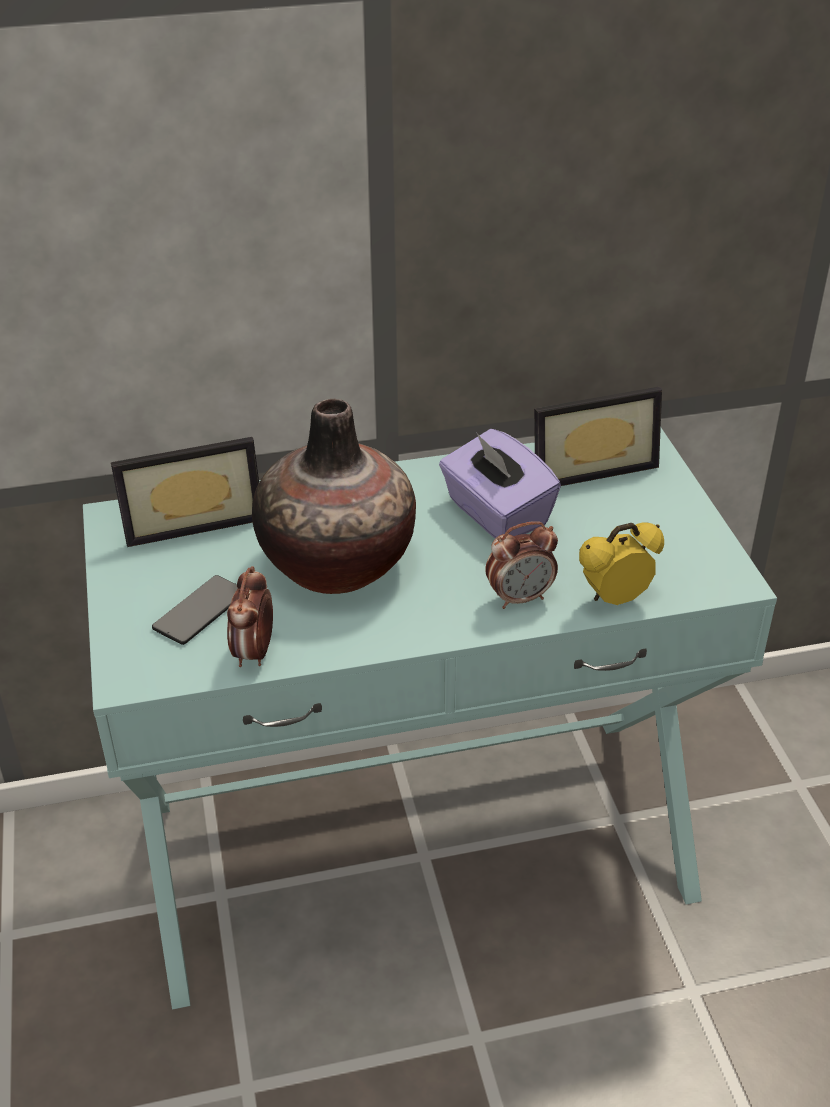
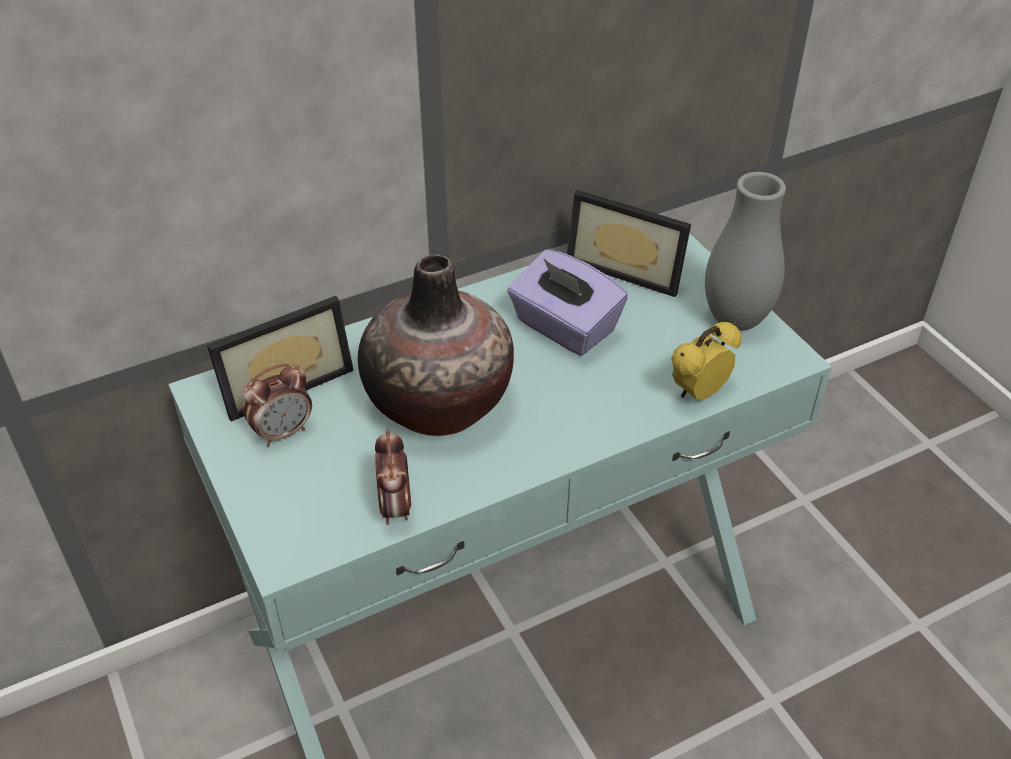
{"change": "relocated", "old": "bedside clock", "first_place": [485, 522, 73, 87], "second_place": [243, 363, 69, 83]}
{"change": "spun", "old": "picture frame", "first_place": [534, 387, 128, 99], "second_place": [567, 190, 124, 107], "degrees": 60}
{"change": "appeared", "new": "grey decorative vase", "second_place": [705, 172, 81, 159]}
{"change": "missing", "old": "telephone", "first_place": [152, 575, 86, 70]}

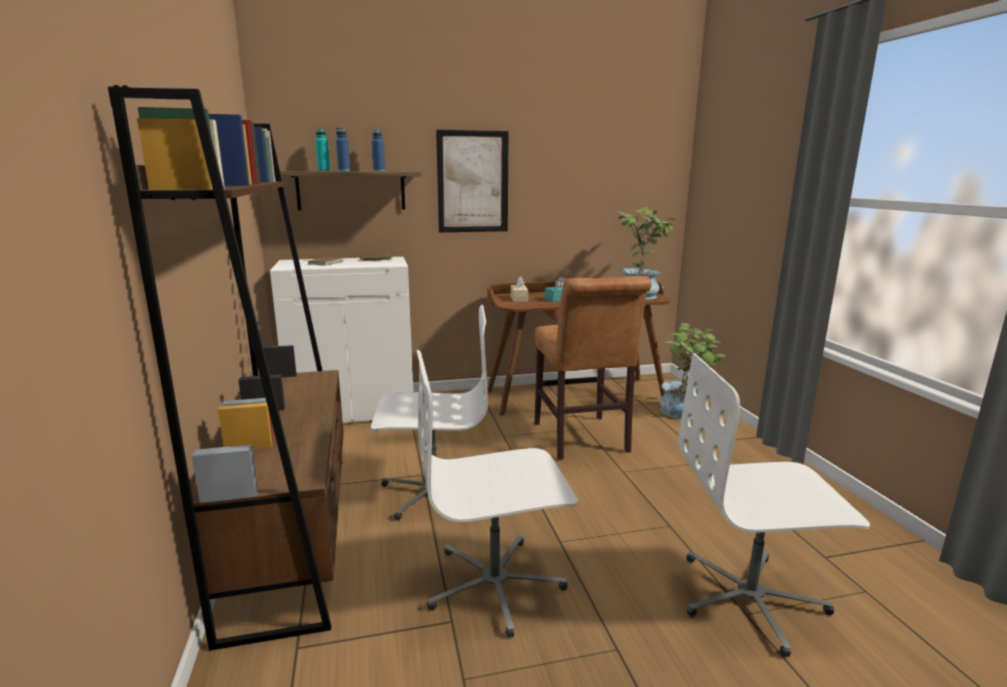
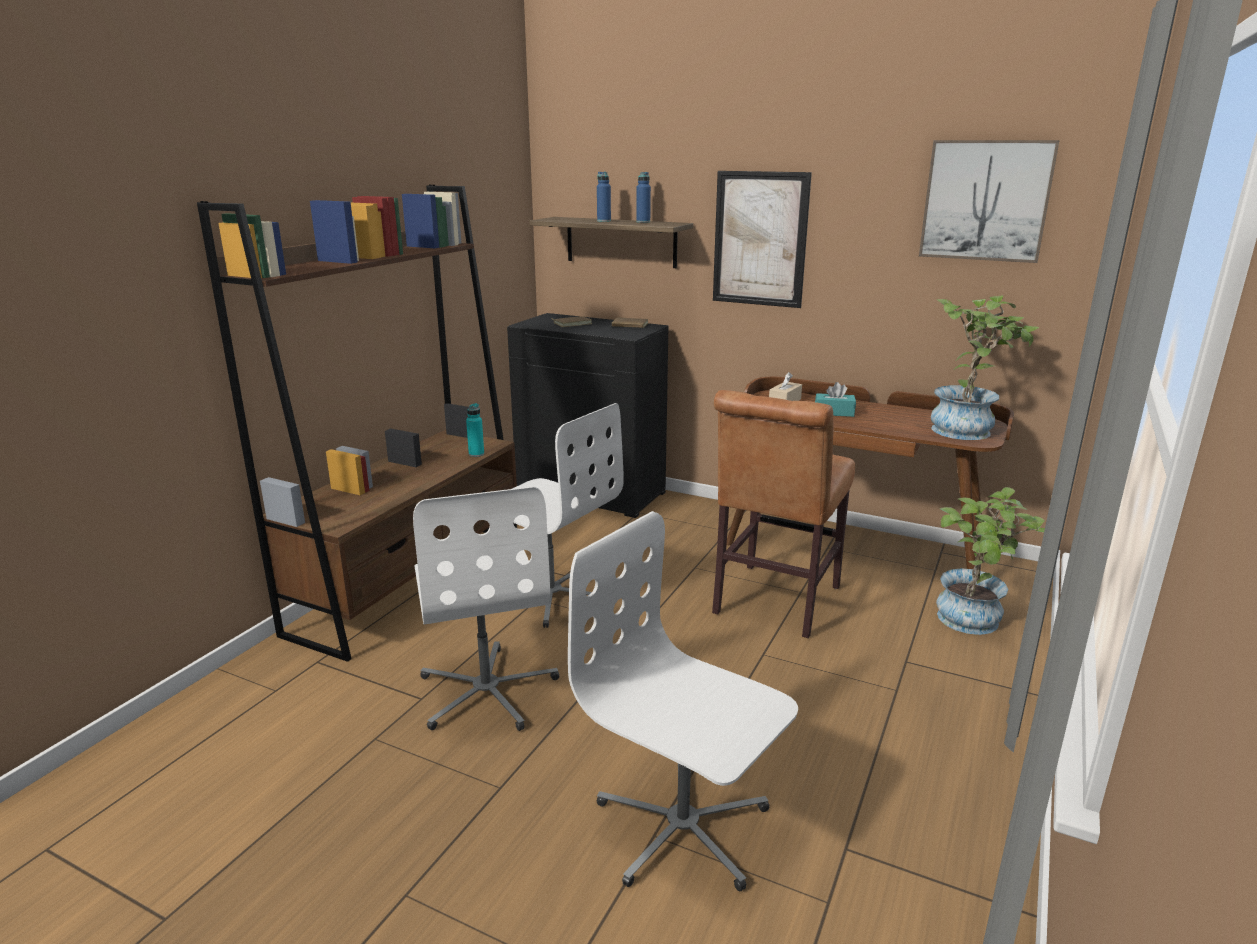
{"change": "spun", "old": "white computer chair", "first_place": [417, 350, 161, 288], "second_place": [413, 486, 146, 245], "degrees": -135}
{"change": "relocated", "old": "blue-green bottle", "first_place": [315, 128, 15, 43], "second_place": [466, 403, 18, 54]}
{"change": "colour", "old": "white cabinet", "new": "black cabinet", "first_place": [270, 257, 143, 166], "second_place": [507, 313, 161, 205]}
{"change": "appeared", "new": "wall picture", "second_place": [919, 140, 140, 123]}

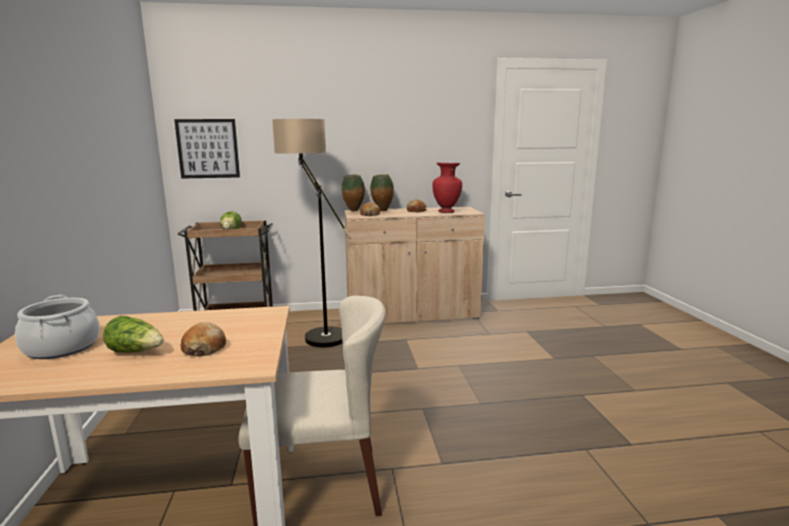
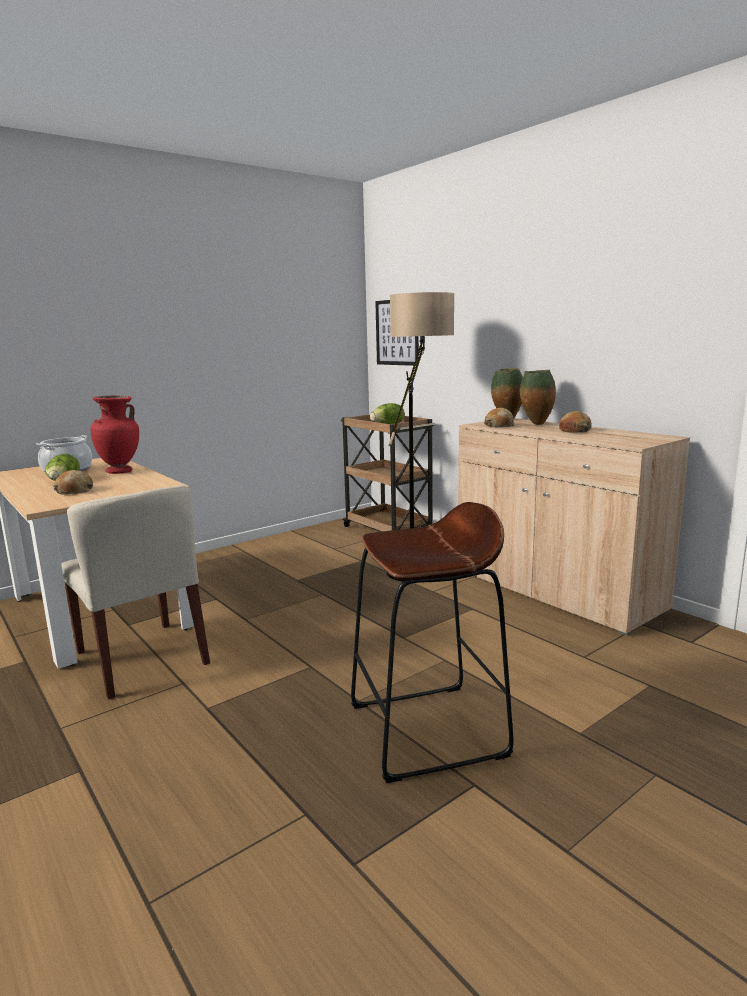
{"change": "relocated", "old": "red-coloured decorative vase", "first_place": [433, 163, 29, 50], "second_place": [91, 395, 48, 79]}
{"change": "appeared", "new": "brown stool", "second_place": [351, 502, 163, 281]}

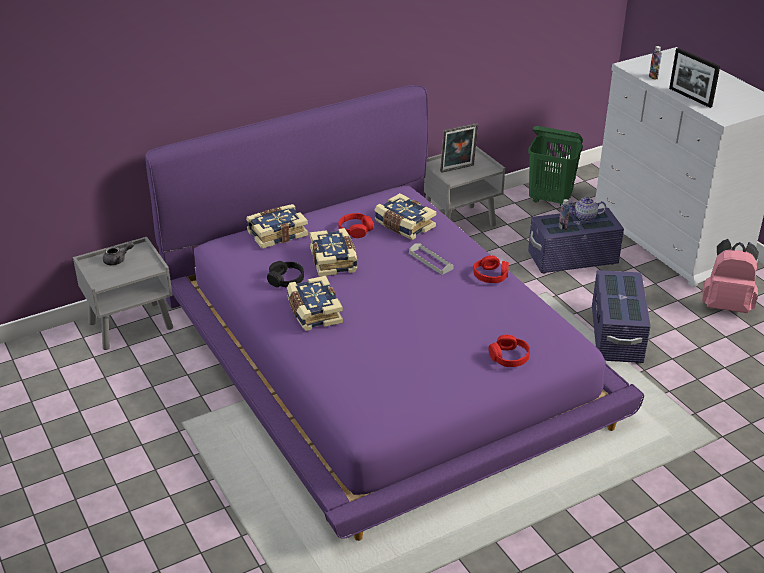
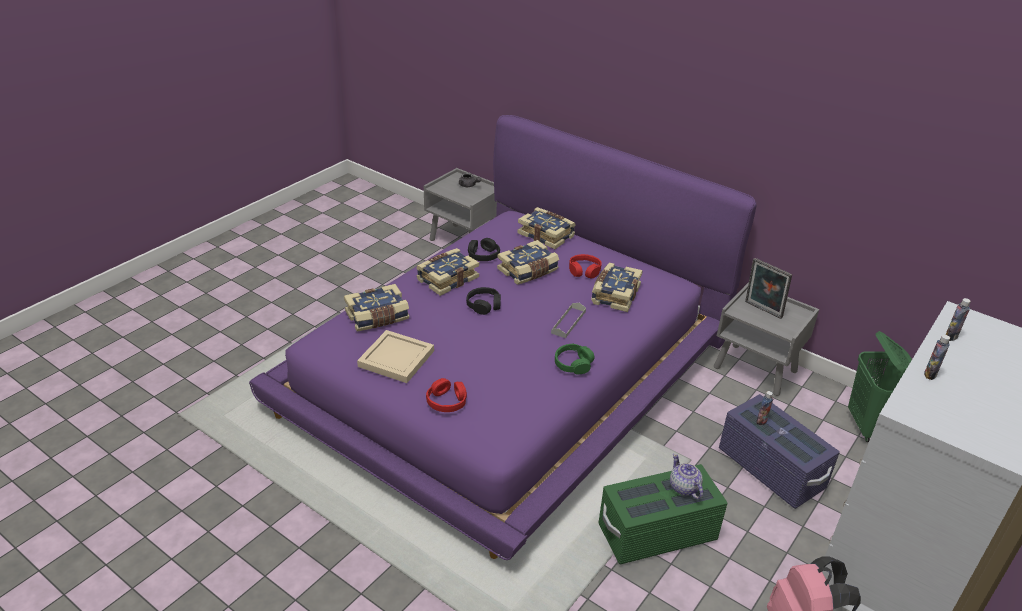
{"change": "appeared", "new": "book", "second_place": [344, 284, 65, 48]}
{"change": "appeared", "new": "sand-coloured serving tray", "second_place": [357, 330, 77, 53]}
{"change": "appeared", "new": "black headphones", "second_place": [466, 287, 35, 28]}
{"change": "colour", "old": "red-coloured headphones", "new": "green-coloured headphones", "first_place": [473, 255, 36, 28], "second_place": [555, 344, 39, 30]}
{"change": "colour", "old": "purple storage box", "new": "green-coloured storage box", "first_place": [592, 270, 59, 93], "second_place": [598, 464, 129, 100]}
{"change": "relocated", "old": "tea pot", "first_place": [568, 197, 38, 25], "second_place": [670, 454, 33, 45]}
{"change": "exchanged", "old": "picture frame", "new": "bottle", "first_place": [669, 48, 51, 60], "second_place": [924, 335, 26, 45]}

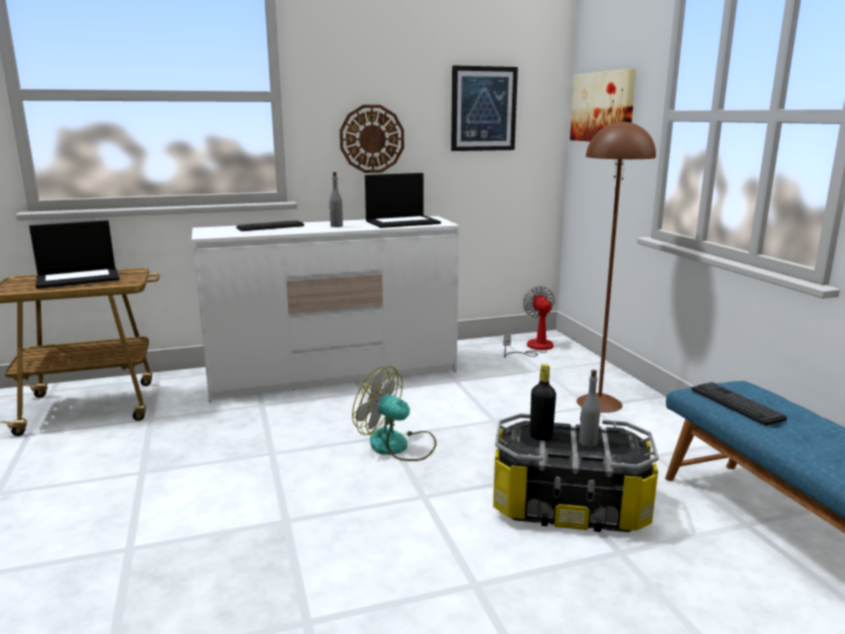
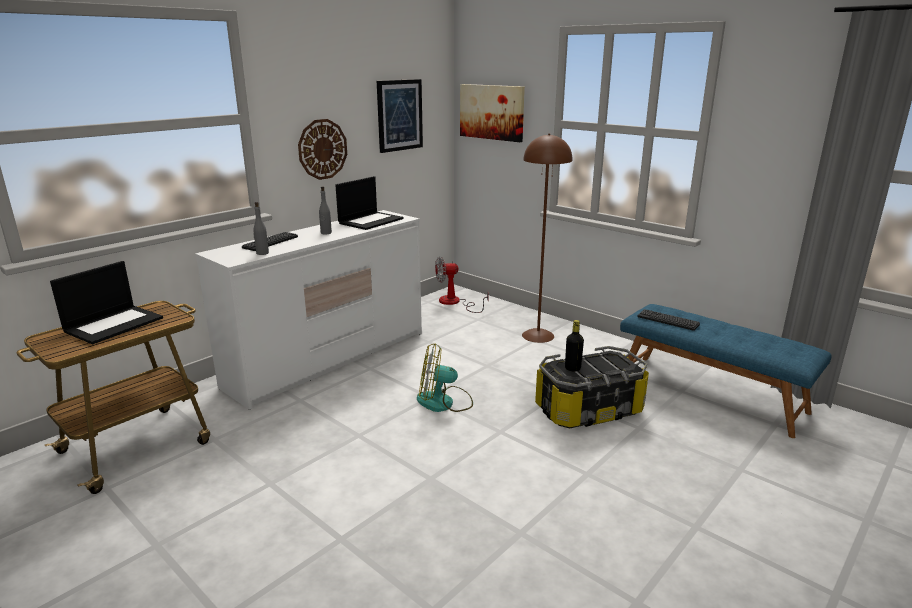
{"change": "relocated", "old": "grey bottle", "first_place": [579, 370, 21, 77], "second_place": [253, 202, 16, 53]}
{"change": "spun", "old": "fan", "first_place": [503, 286, 52, 72], "second_place": [435, 257, 54, 56], "degrees": -60}

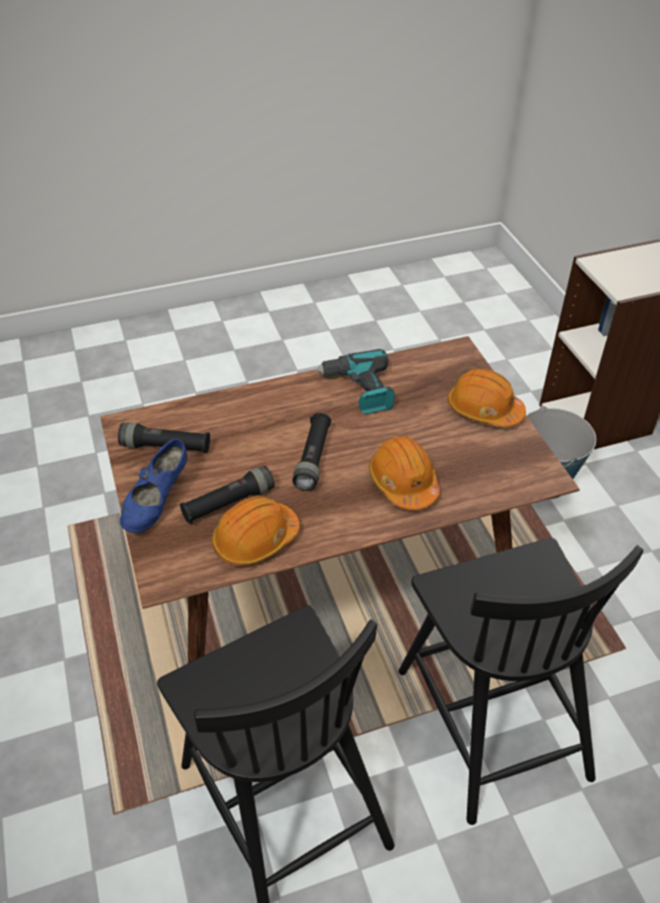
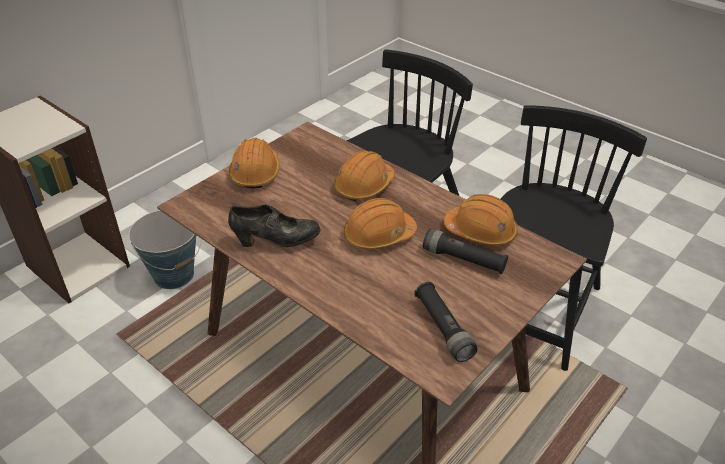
{"change": "exchanged", "old": "power drill", "new": "black item of footwear", "first_place": [314, 349, 81, 65], "second_place": [228, 205, 92, 42]}
{"change": "exchanged", "old": "black flashlight", "new": "orange-coloured safety helmet", "first_place": [293, 413, 38, 78], "second_place": [343, 198, 74, 52]}
{"change": "missing", "old": "bluish item of footwear", "first_place": [120, 439, 68, 94]}

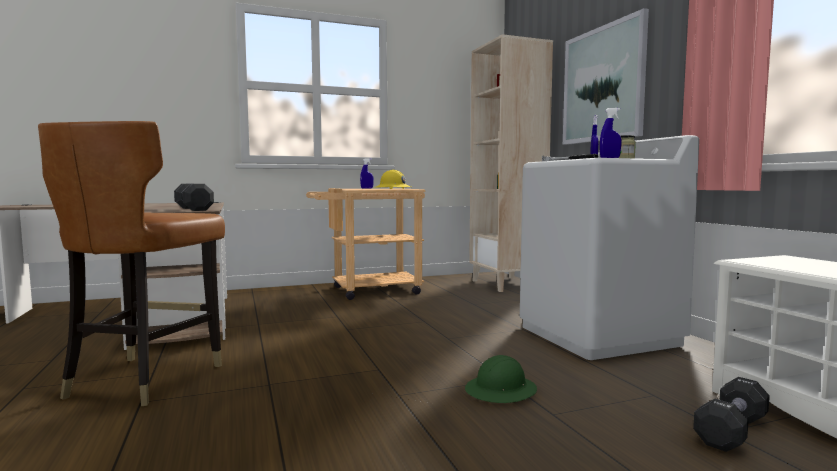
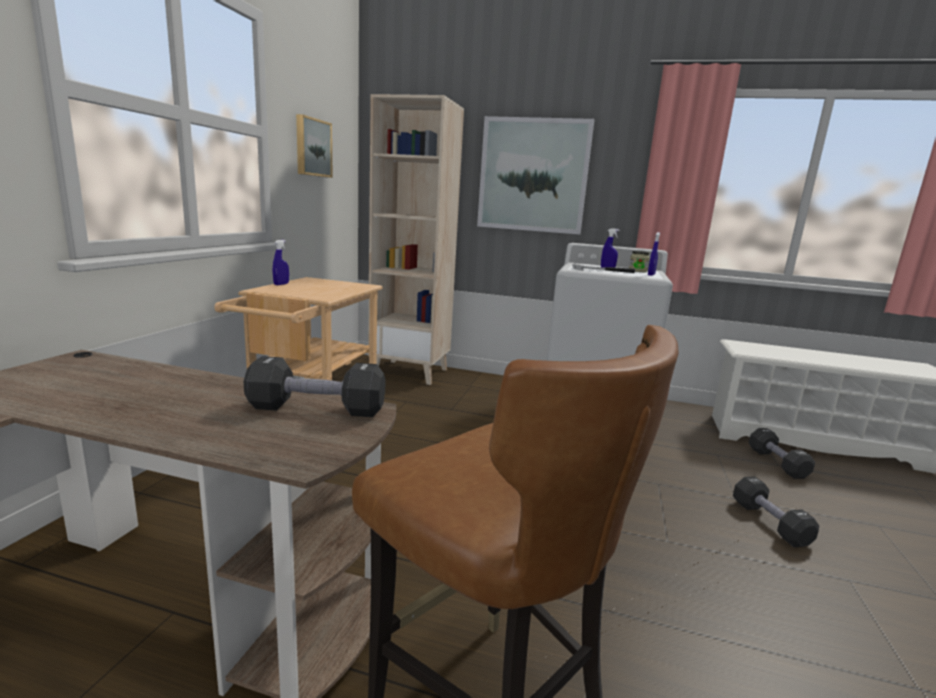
{"change": "appeared", "new": "wall picture", "second_place": [296, 114, 36, 64]}
{"change": "appeared", "new": "black dumbbell", "second_place": [733, 476, 86, 71]}
{"change": "missing", "old": "yellow-coloured safety helmet", "first_place": [374, 170, 37, 19]}
{"change": "missing", "old": "green-coloured safety helmet", "first_place": [465, 355, 72, 48]}

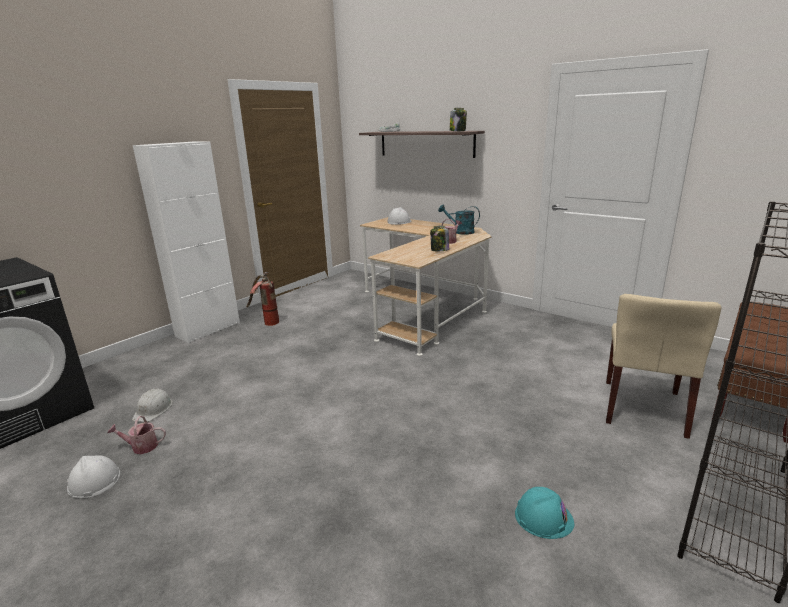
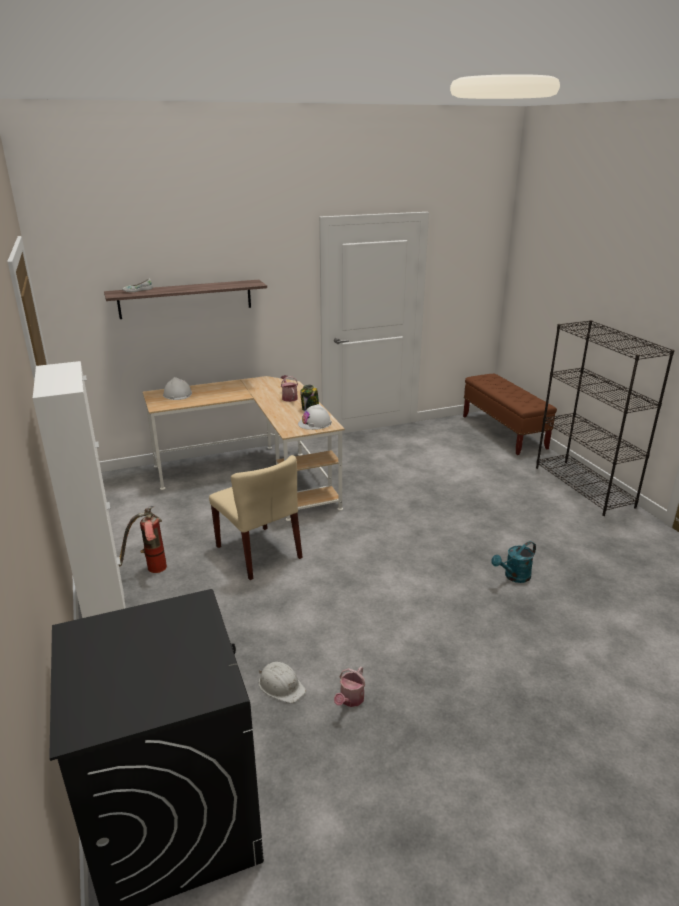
{"change": "relocated", "old": "sand-coloured plain chair", "first_place": [606, 294, 116, 145], "second_place": [209, 455, 94, 125]}
{"change": "relocated", "old": "white safety helmet", "first_place": [66, 455, 54, 43], "second_place": [298, 404, 34, 26]}
{"change": "relocated", "old": "blue-green watering pot", "first_place": [438, 204, 42, 31], "second_place": [491, 541, 45, 42]}
{"change": "missing", "old": "storage jar", "first_place": [450, 108, 17, 23]}
{"change": "missing", "old": "blue-green safety helmet", "first_place": [515, 487, 59, 52]}

